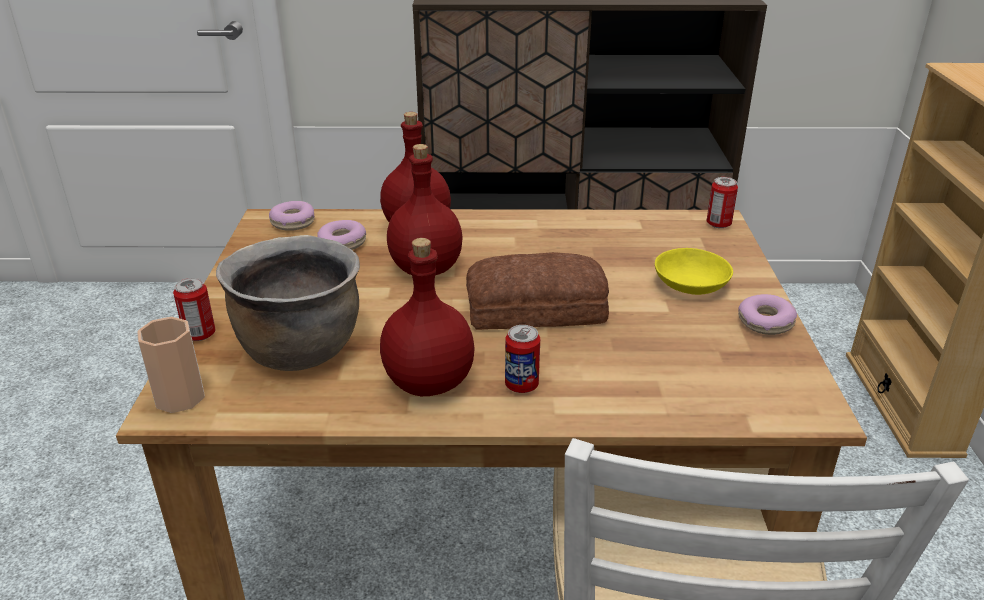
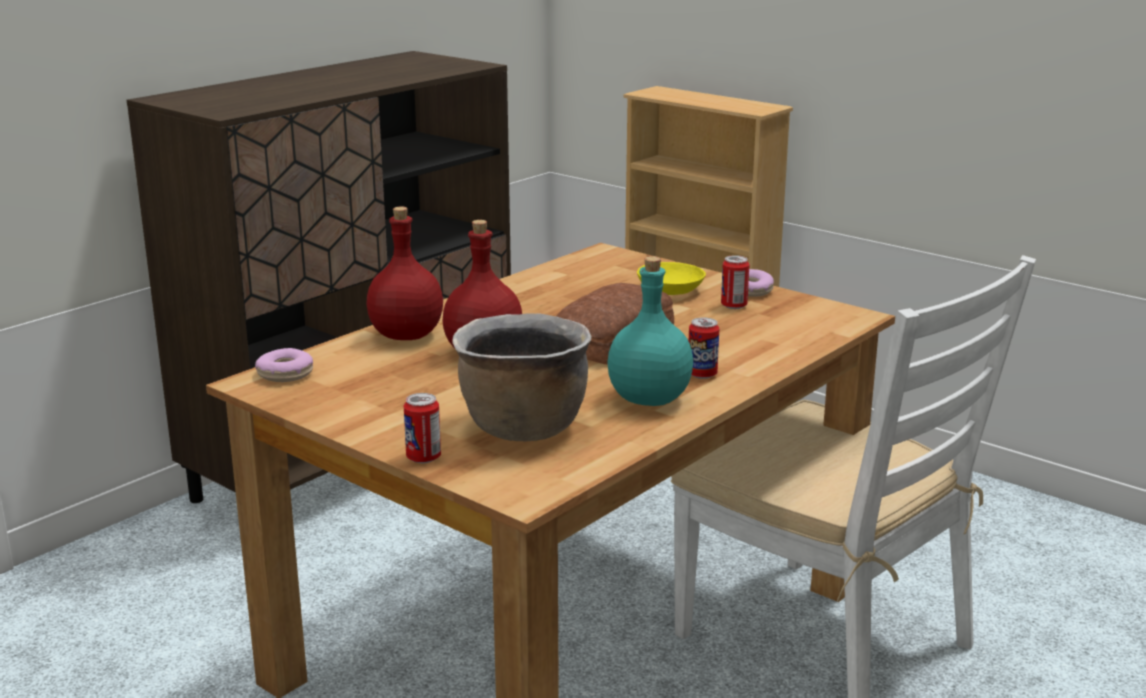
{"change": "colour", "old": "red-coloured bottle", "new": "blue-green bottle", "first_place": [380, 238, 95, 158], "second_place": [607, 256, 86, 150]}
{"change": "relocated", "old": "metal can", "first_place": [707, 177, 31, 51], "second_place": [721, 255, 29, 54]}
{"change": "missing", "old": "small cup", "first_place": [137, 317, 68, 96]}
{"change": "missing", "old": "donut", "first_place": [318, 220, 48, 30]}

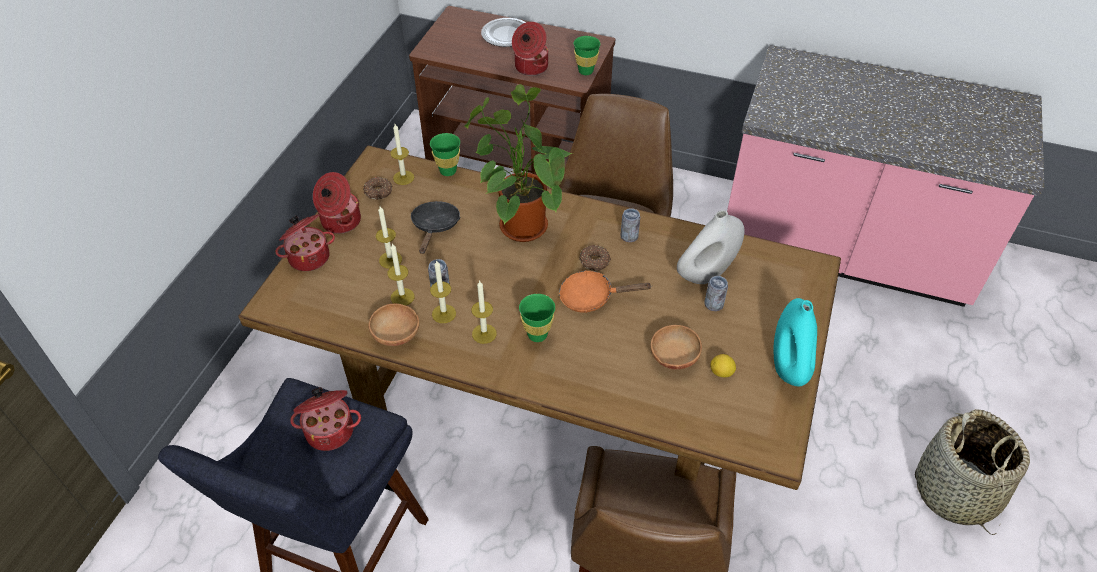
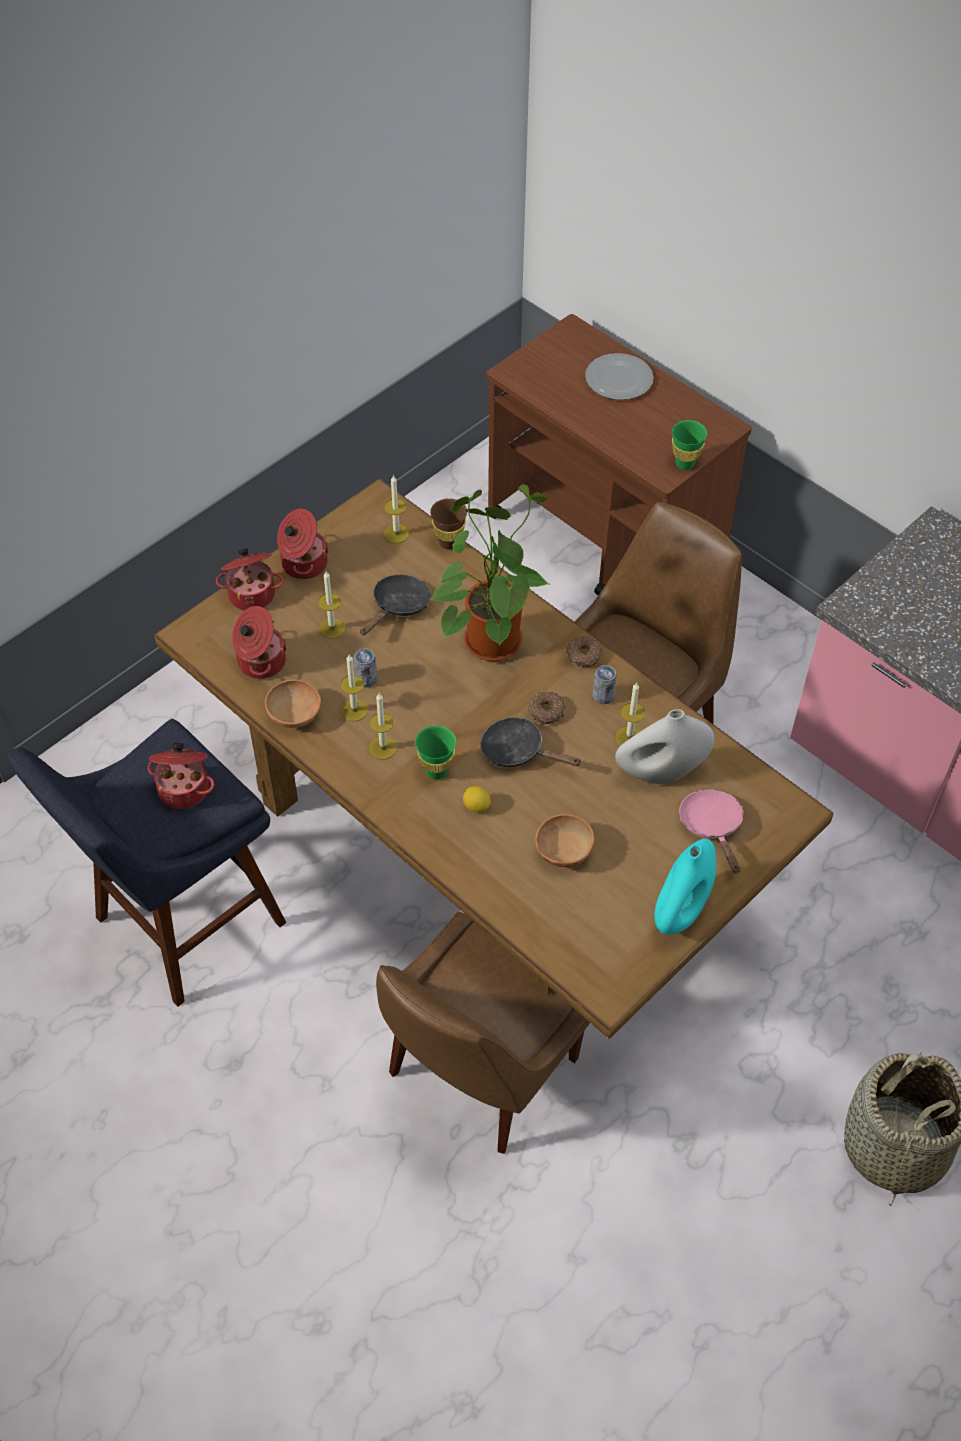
{"change": "relocated", "old": "stockpot", "first_place": [512, 22, 36, 54], "second_place": [232, 606, 55, 73]}
{"change": "colour", "old": "green-coloured small cup", "new": "brown small cup", "first_place": [430, 133, 30, 43], "second_place": [430, 498, 37, 52]}
{"change": "relocated", "old": "citrus fruit", "first_place": [710, 354, 26, 23], "second_place": [463, 786, 28, 27]}
{"change": "colour", "old": "orange-coloured pan", "new": "black pan", "first_place": [559, 270, 93, 43], "second_place": [481, 717, 101, 50]}
{"change": "relocated", "old": "donut", "first_place": [363, 177, 30, 23], "second_place": [566, 636, 37, 31]}
{"change": "relocated", "old": "candle", "first_place": [388, 243, 26, 62], "second_place": [615, 683, 30, 63]}
{"change": "appeared", "new": "pinkish pan", "second_place": [679, 789, 65, 85]}
{"change": "missing", "old": "metal can", "first_place": [704, 276, 24, 35]}

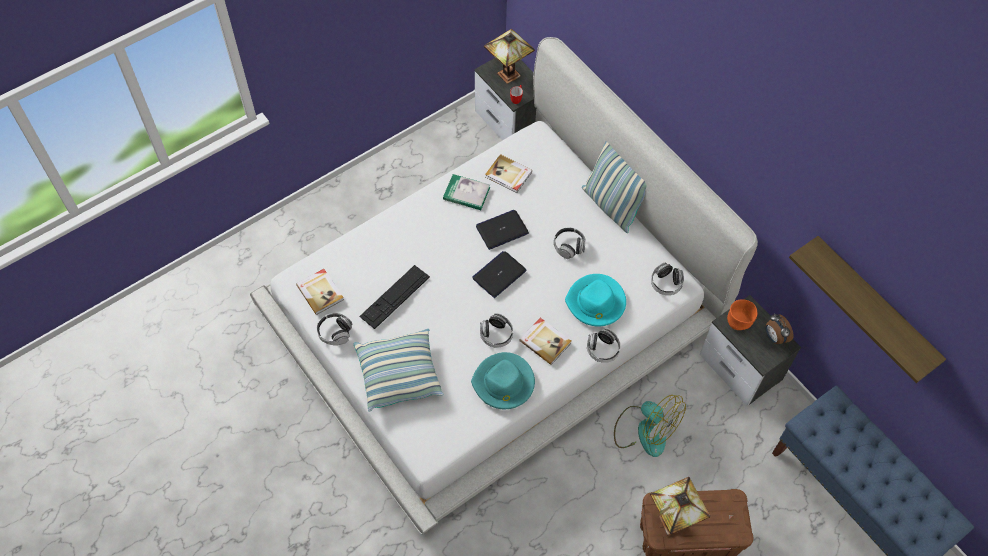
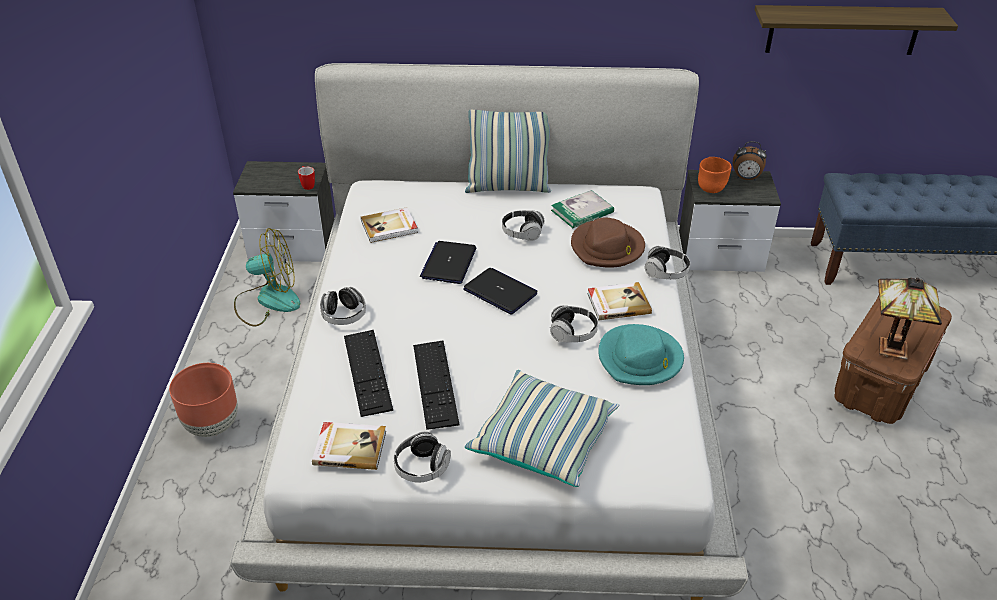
{"change": "appeared", "new": "brown flower pot", "second_place": [169, 363, 69, 74]}
{"change": "relocated", "old": "fan", "first_place": [614, 395, 72, 62], "second_place": [234, 228, 67, 98]}
{"change": "relocated", "old": "headphones", "first_place": [651, 263, 33, 32], "second_place": [320, 287, 46, 38]}
{"change": "appeared", "new": "computer keyboard", "second_place": [344, 330, 49, 87]}
{"change": "spun", "old": "laptop", "first_place": [472, 251, 55, 47], "second_place": [463, 268, 75, 47], "degrees": 135}
{"change": "relocated", "old": "book", "first_place": [443, 174, 47, 36], "second_place": [551, 190, 63, 38]}
{"change": "colour", "old": "blue-green wearable hat", "new": "brown wearable hat", "first_place": [565, 274, 61, 53], "second_place": [571, 217, 74, 51]}
{"change": "missing", "old": "table lamp", "first_place": [484, 29, 51, 55]}

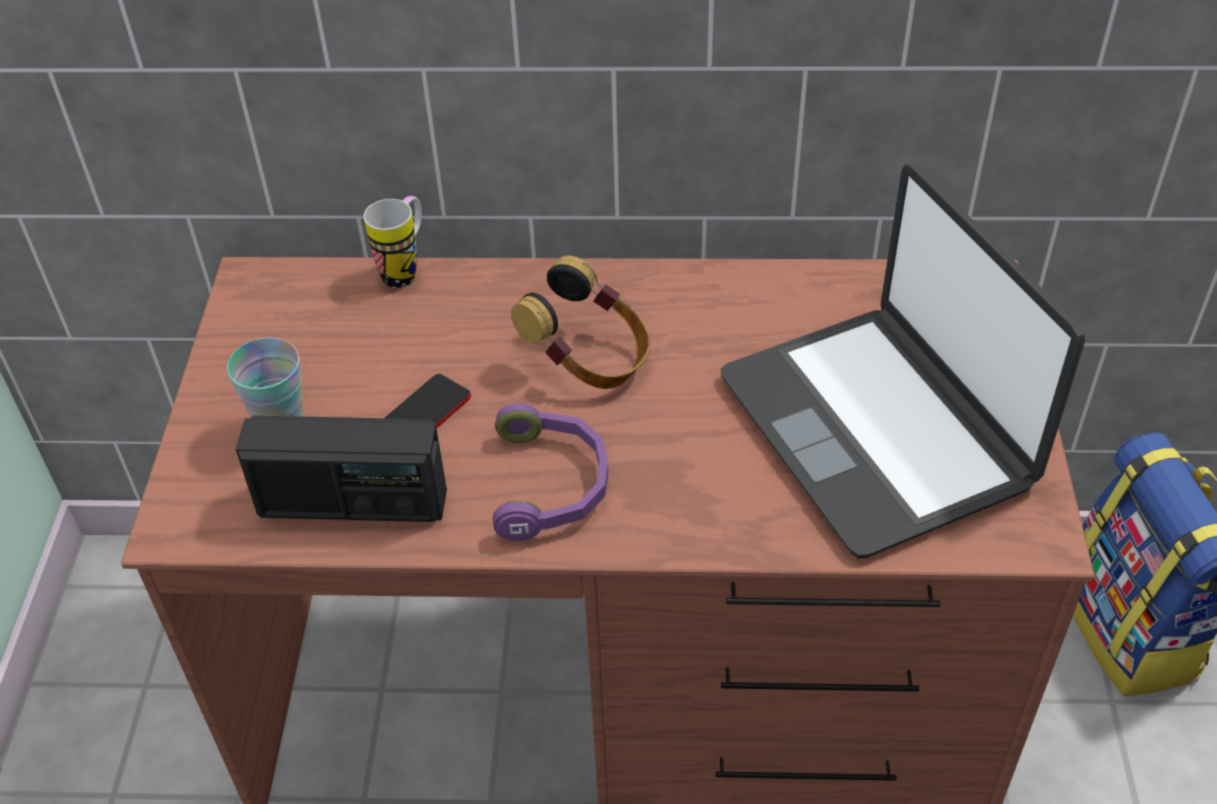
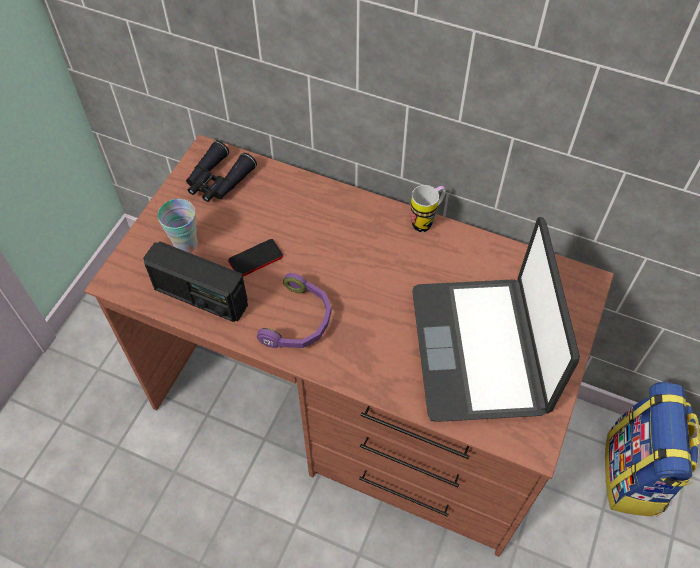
{"change": "appeared", "new": "black field glasses", "second_place": [186, 140, 71, 62]}
{"change": "relocated", "old": "coffee mug", "first_place": [364, 196, 58, 92], "second_place": [411, 185, 35, 47]}
{"change": "missing", "old": "headphones", "first_place": [511, 255, 139, 134]}

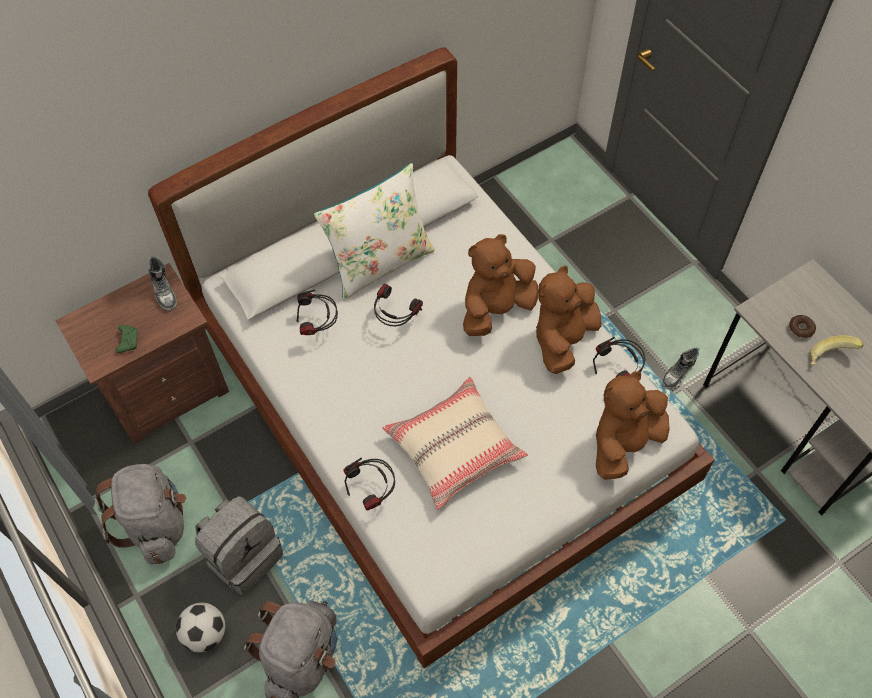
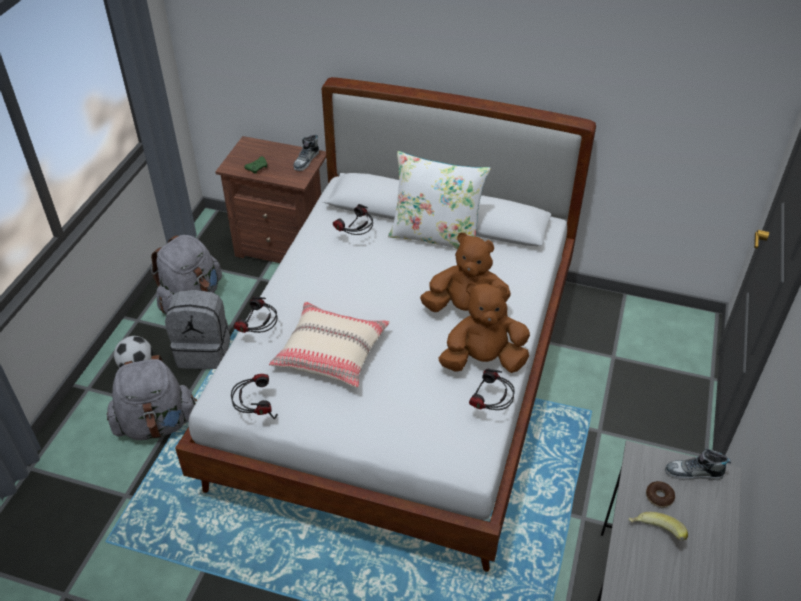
{"change": "relocated", "old": "headphones", "first_place": [374, 284, 49, 42], "second_place": [231, 374, 47, 45]}
{"change": "relocated", "old": "item of footwear", "first_place": [662, 347, 38, 42], "second_place": [665, 448, 66, 32]}
{"change": "missing", "old": "brown plush toy", "first_place": [596, 371, 74, 109]}

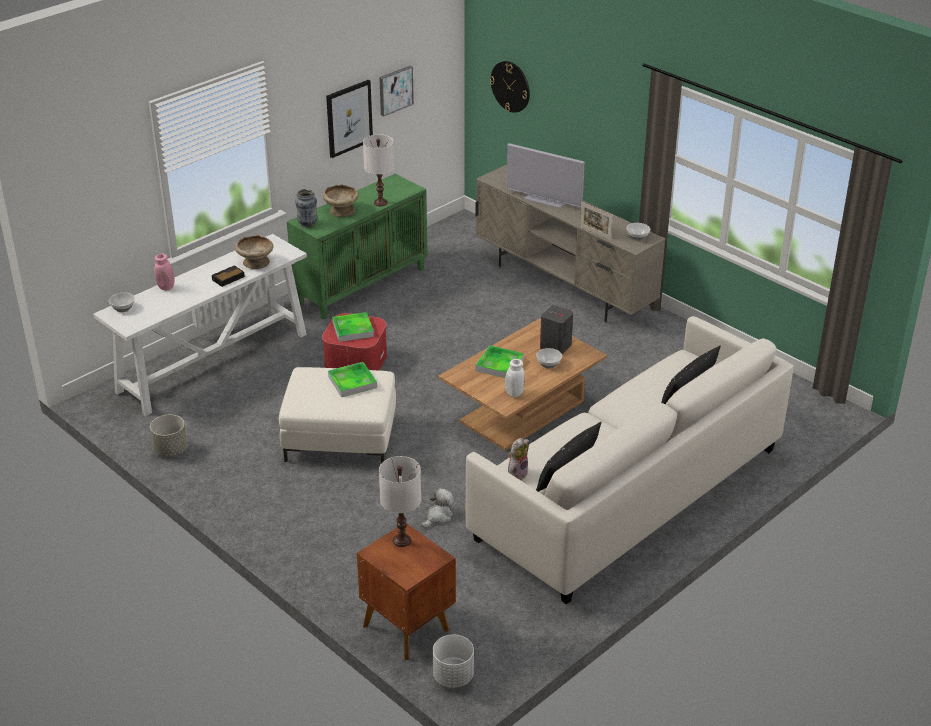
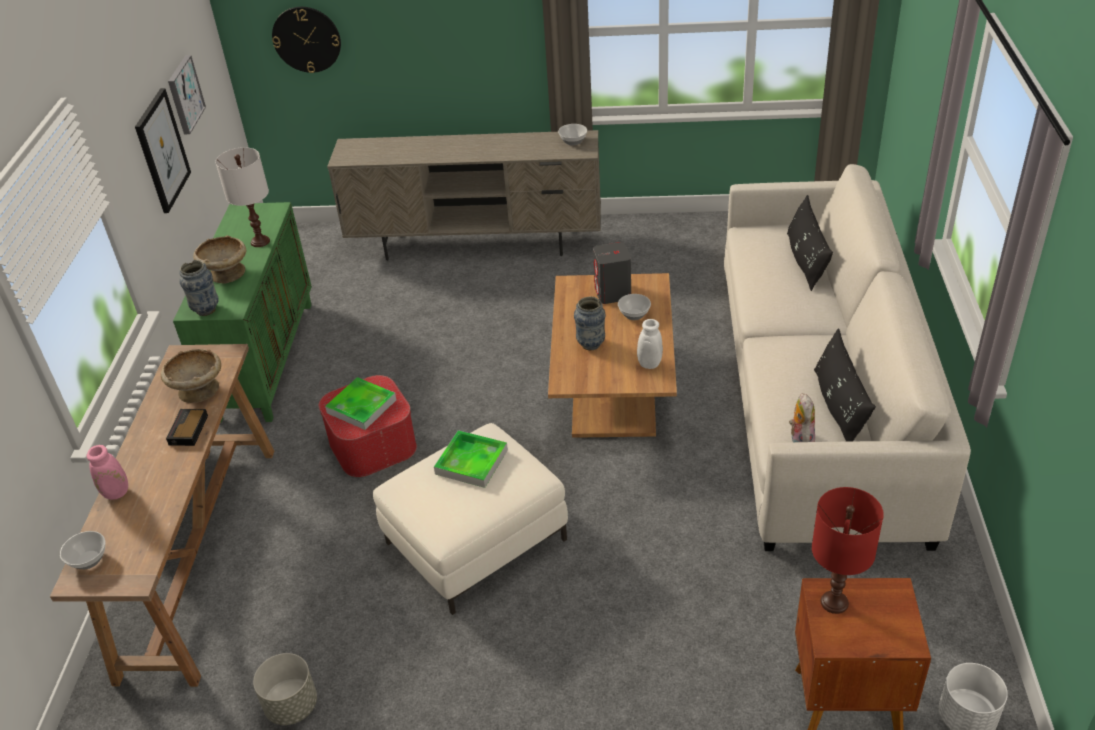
{"change": "colour", "old": "white console table", "new": "brown console table", "first_place": [93, 234, 214, 182], "second_place": [50, 344, 224, 343]}
{"change": "exchanged", "old": "serving tray", "new": "decorative vase", "first_place": [476, 345, 48, 33], "second_place": [574, 297, 32, 53]}
{"change": "colour", "old": "white table lamp", "new": "red-coloured table lamp", "first_place": [379, 456, 42, 91], "second_place": [812, 487, 72, 127]}
{"change": "missing", "old": "plush toy", "first_place": [421, 488, 33, 40]}
{"change": "missing", "old": "television", "first_place": [507, 143, 78, 65]}
{"change": "missing", "old": "picture frame", "first_place": [580, 202, 33, 38]}

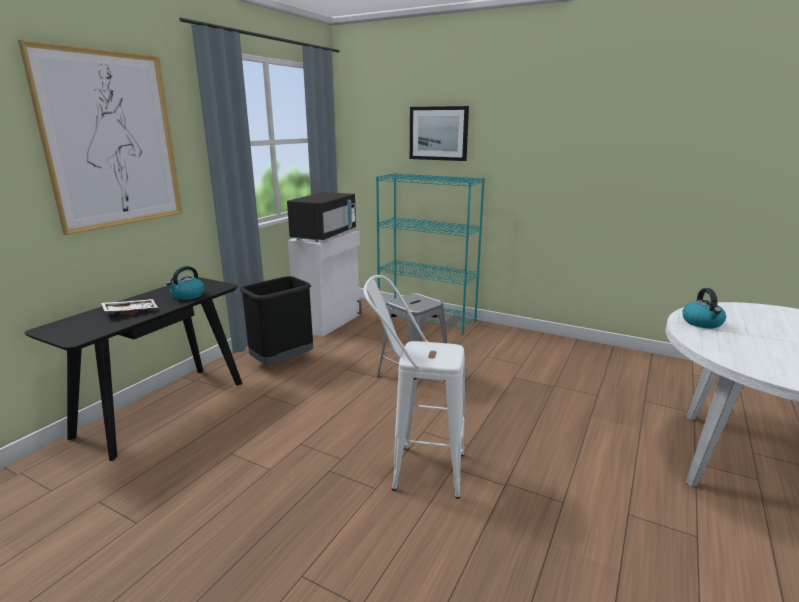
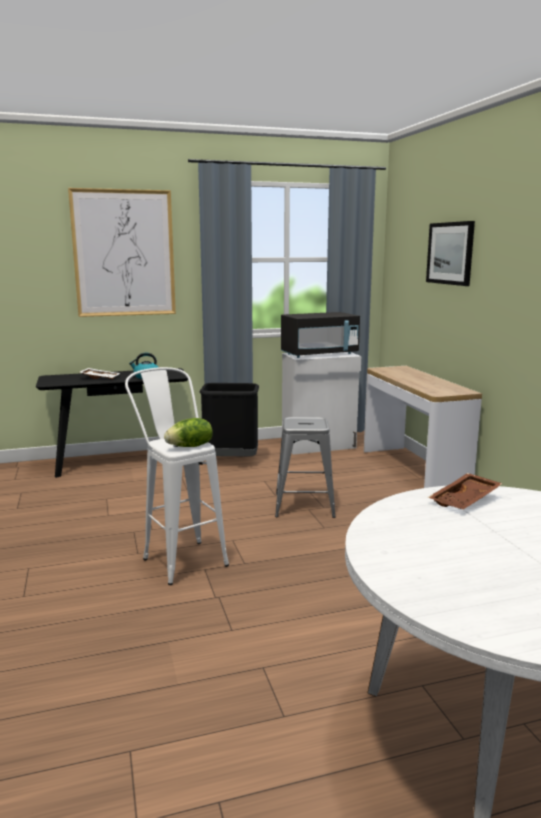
{"change": "appeared", "new": "head of lettuce", "second_place": [164, 418, 49, 29]}
{"change": "exchanged", "old": "blue-green shelving unit", "new": "console table", "first_place": [376, 173, 109, 162], "second_place": [364, 366, 118, 122]}
{"change": "exchanged", "old": "kettle", "new": "brown serving tray", "first_place": [682, 288, 44, 40], "second_place": [427, 473, 76, 36]}

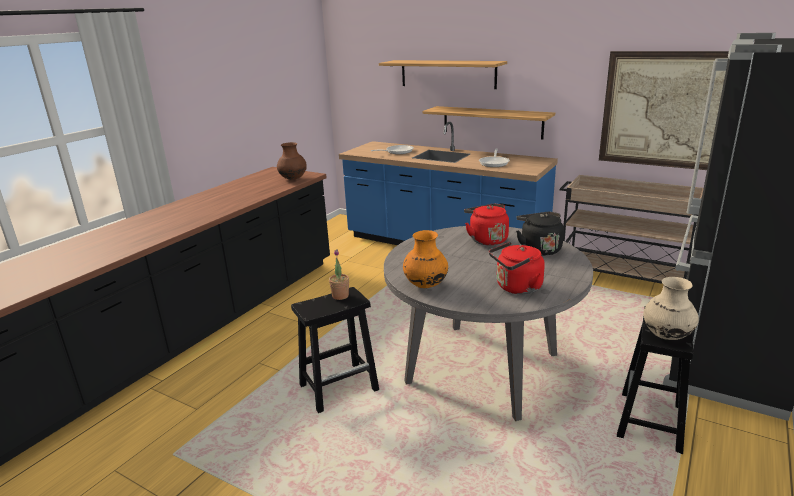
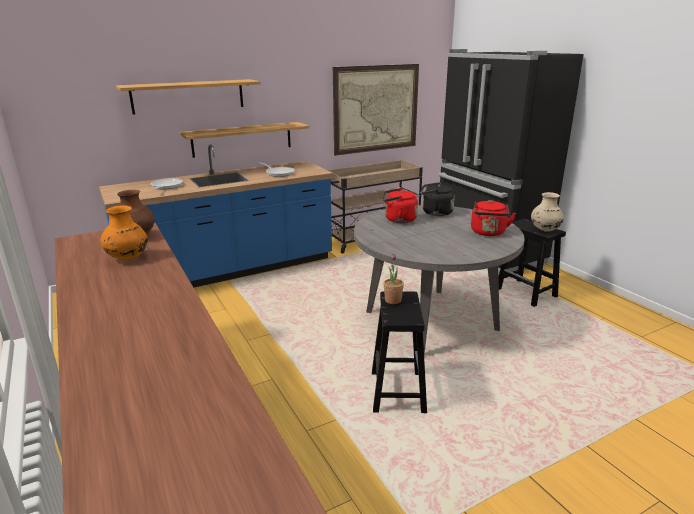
{"change": "relocated", "old": "orange-coloured decorative vase", "first_place": [403, 230, 45, 58], "second_place": [101, 205, 47, 55]}

